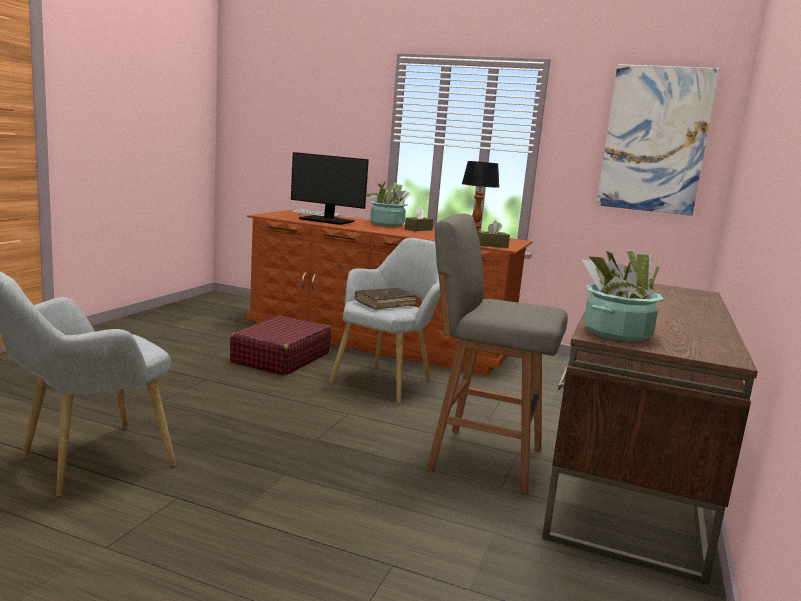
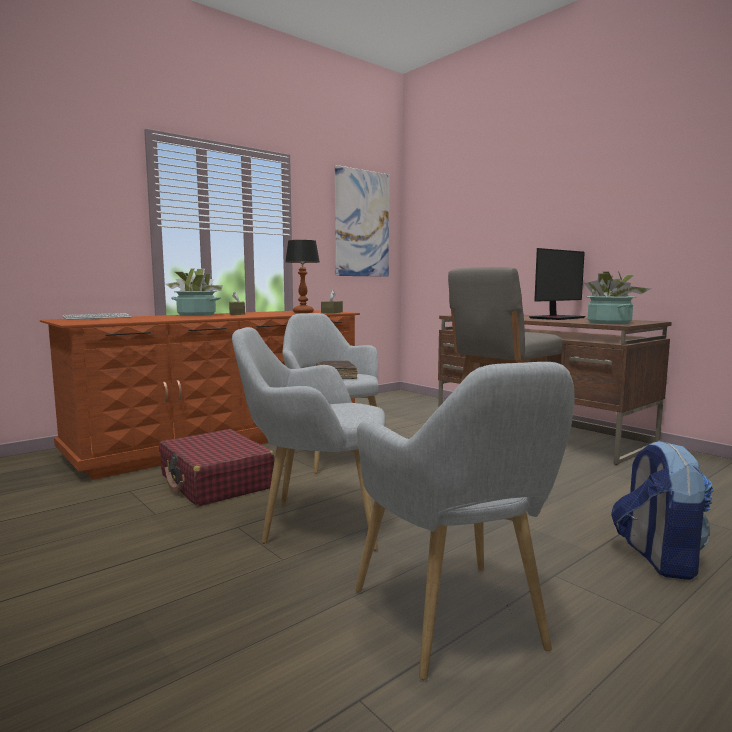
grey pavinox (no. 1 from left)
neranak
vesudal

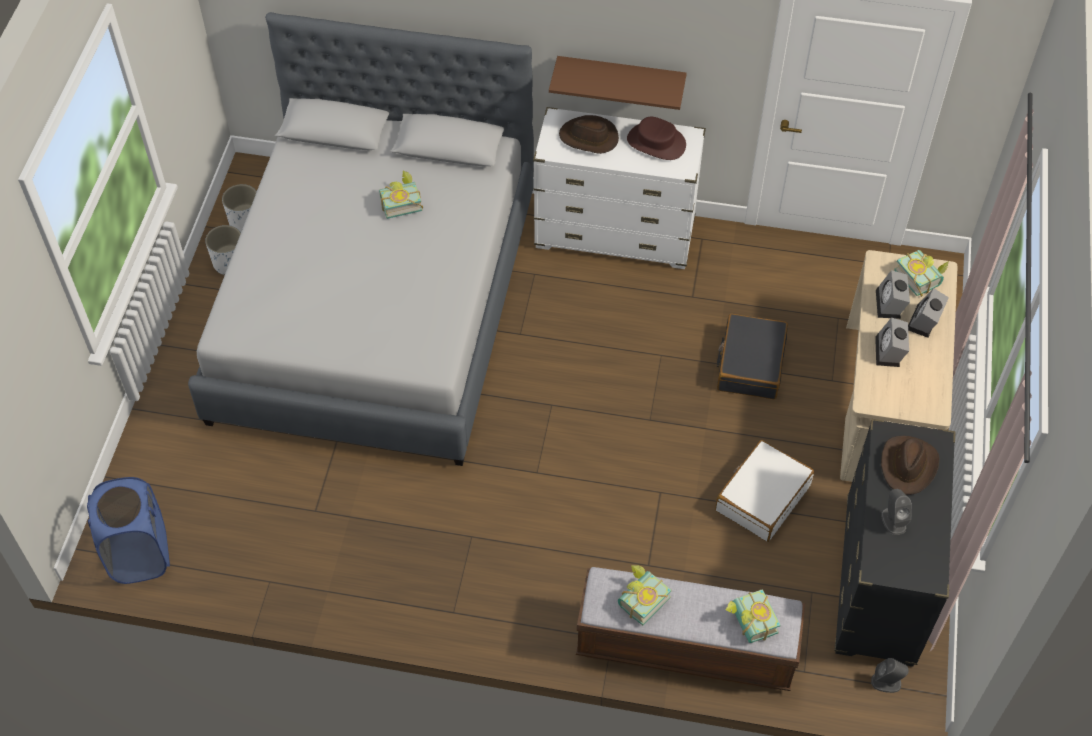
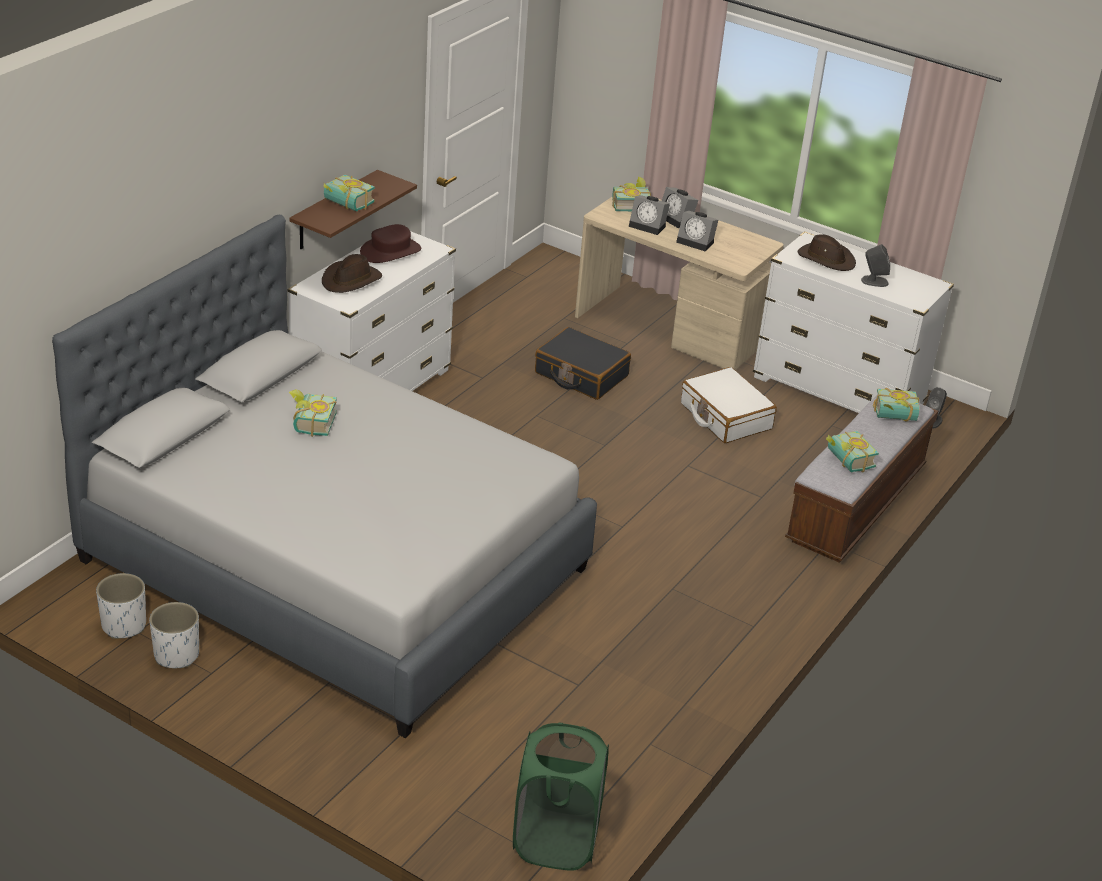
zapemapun (no. 2 from left)
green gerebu
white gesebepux (no. 2 from left)

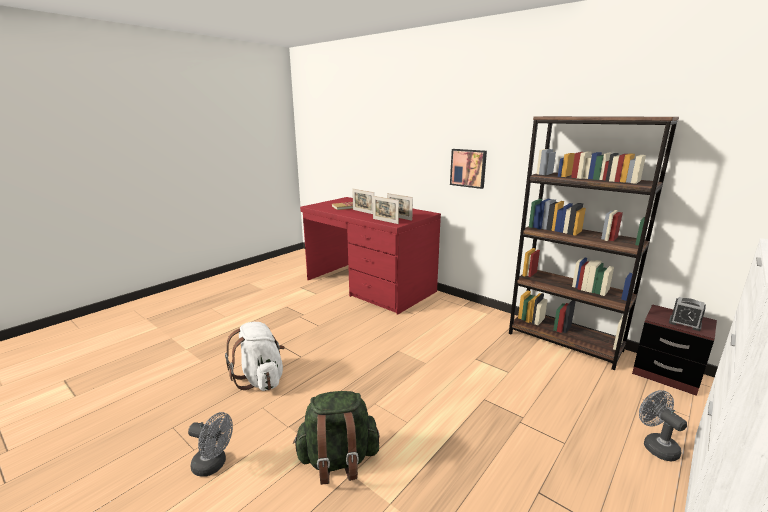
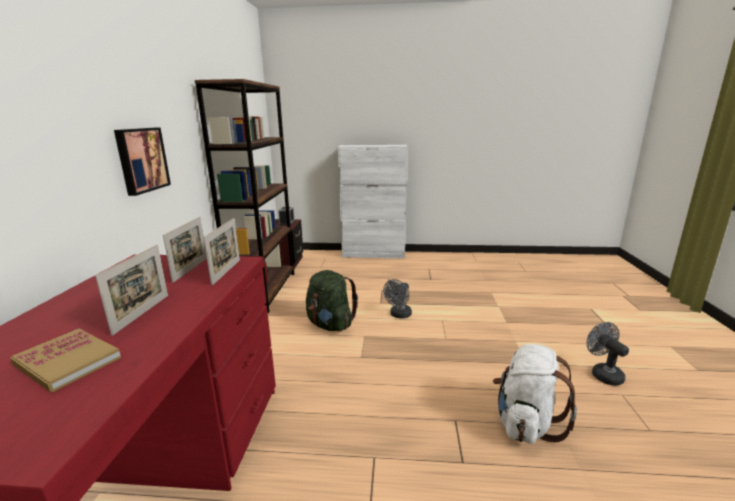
green vesudal
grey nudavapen (no. 1 from left)

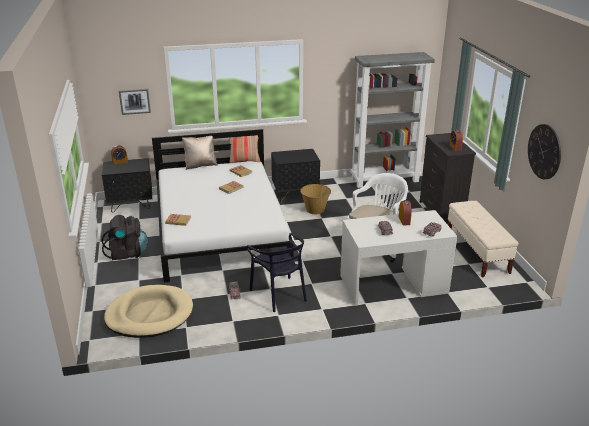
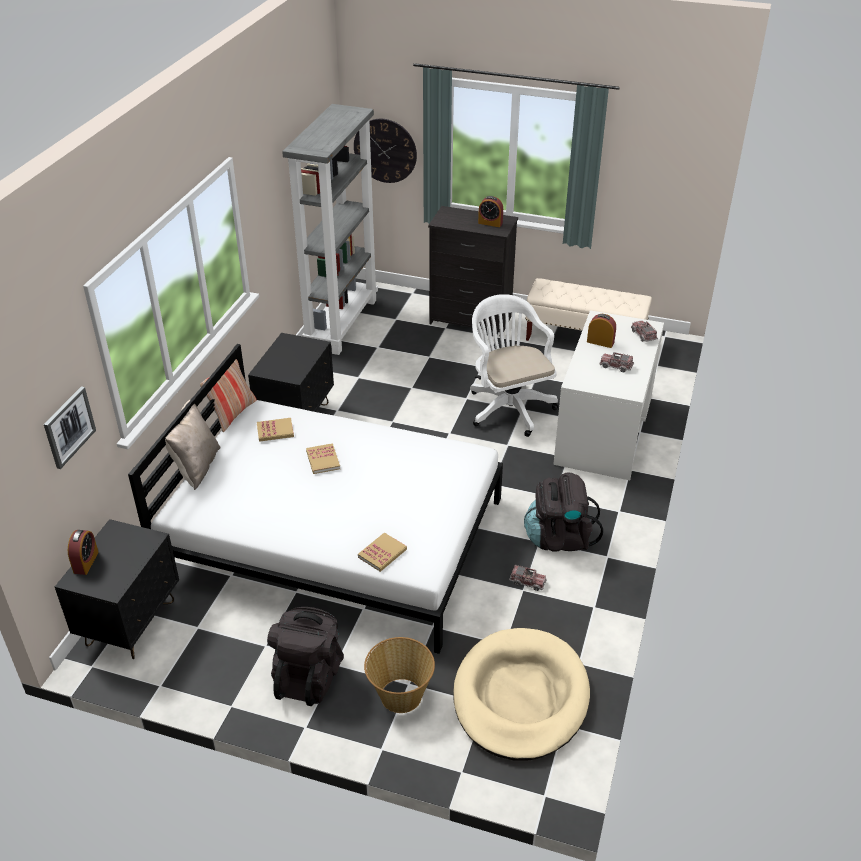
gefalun
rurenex
black vesudal (no. 2 from left)

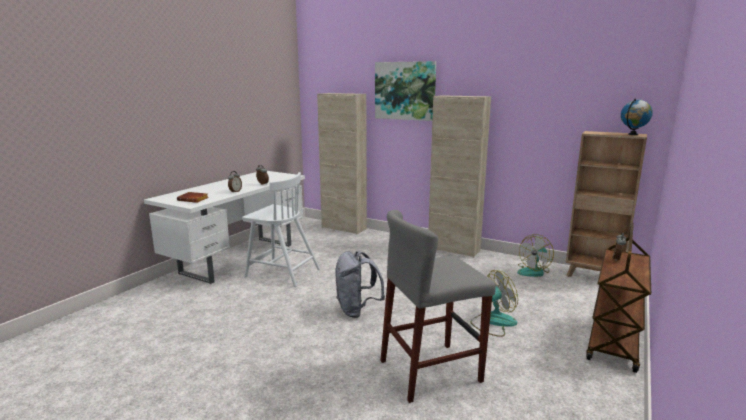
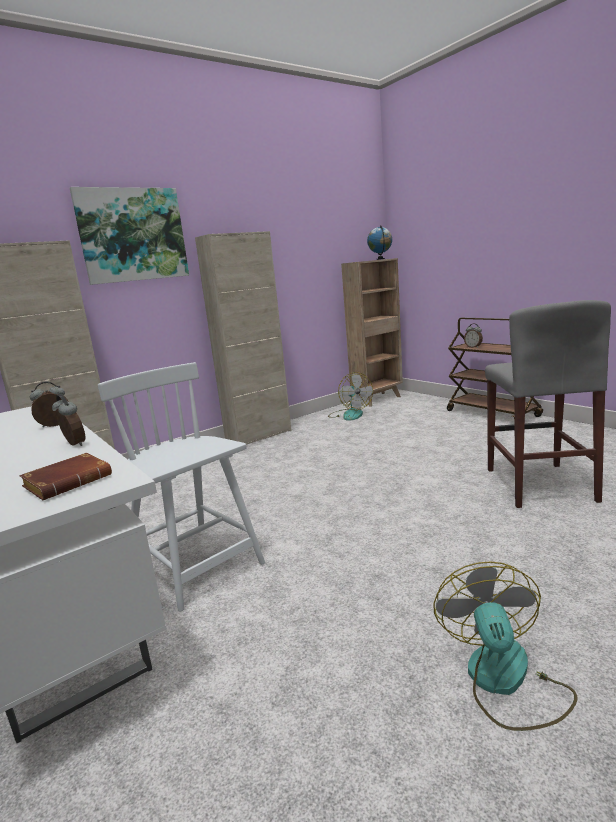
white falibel
nudavapen (no. 2 from left)
grey vesudal

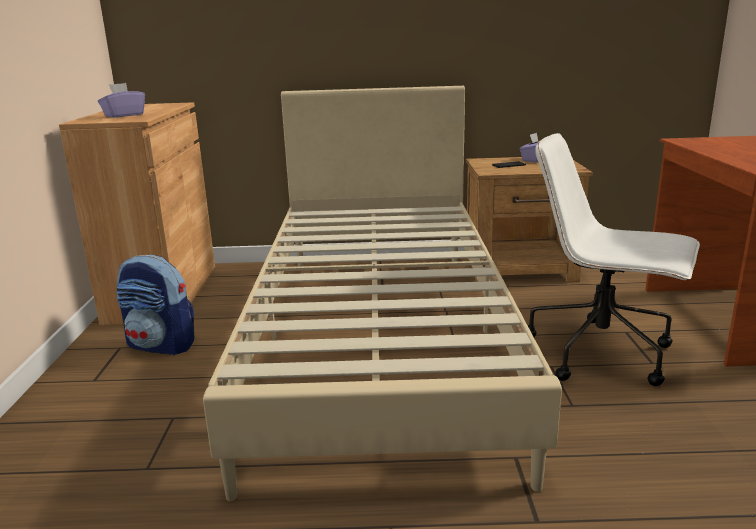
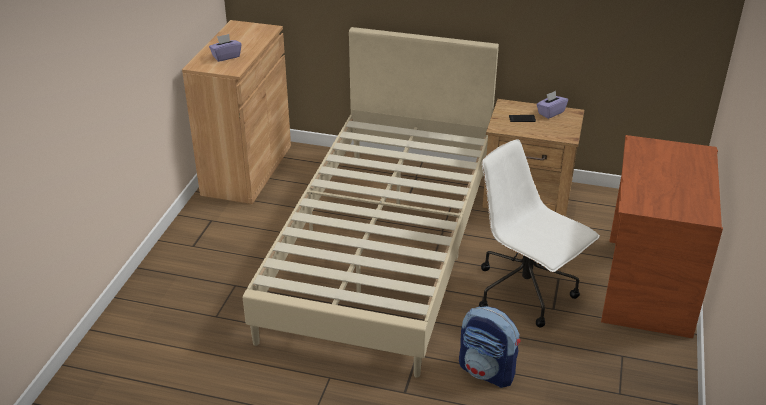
vesudal

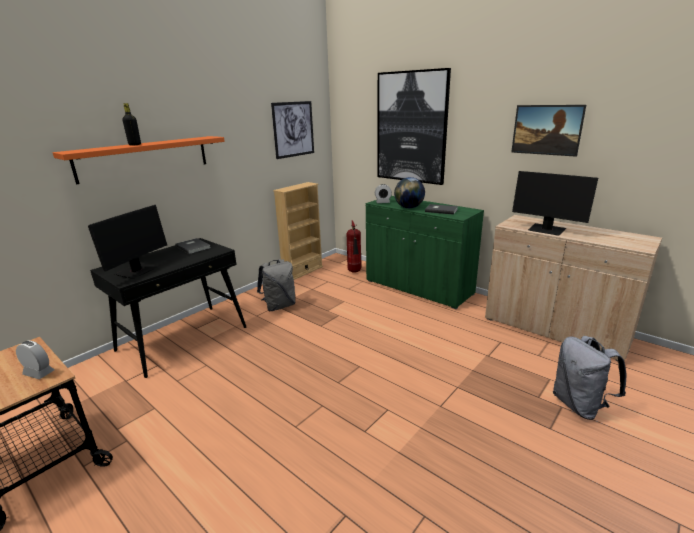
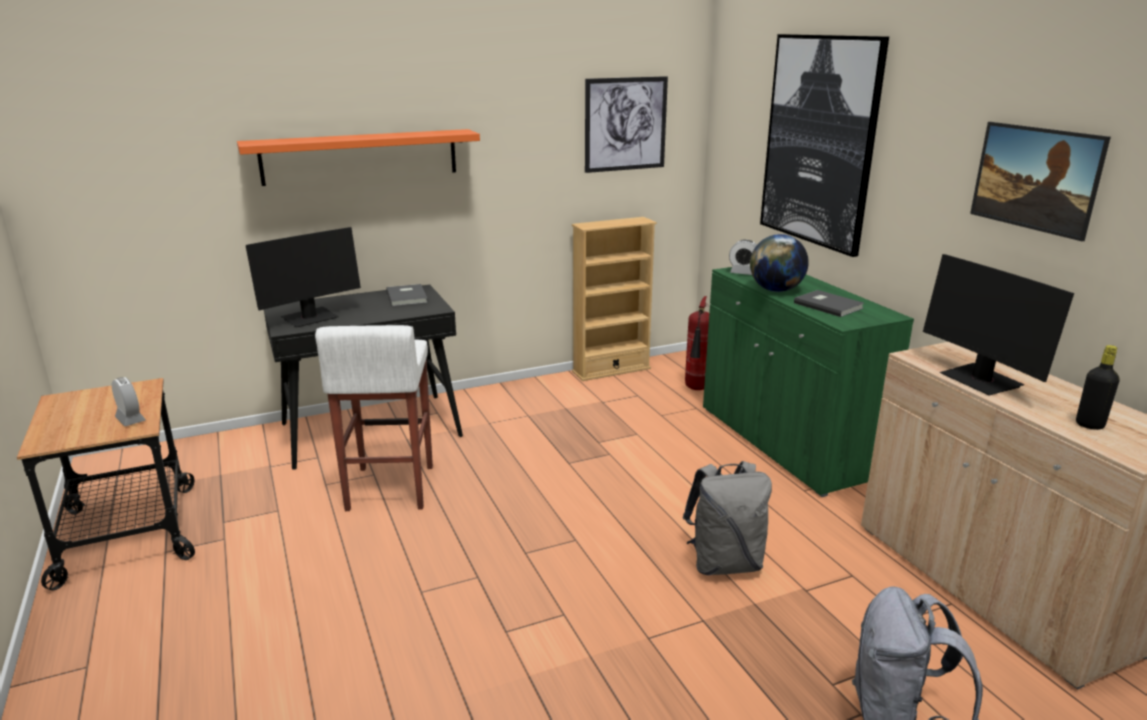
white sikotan
grey vesudal (no. 1 from left)
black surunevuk

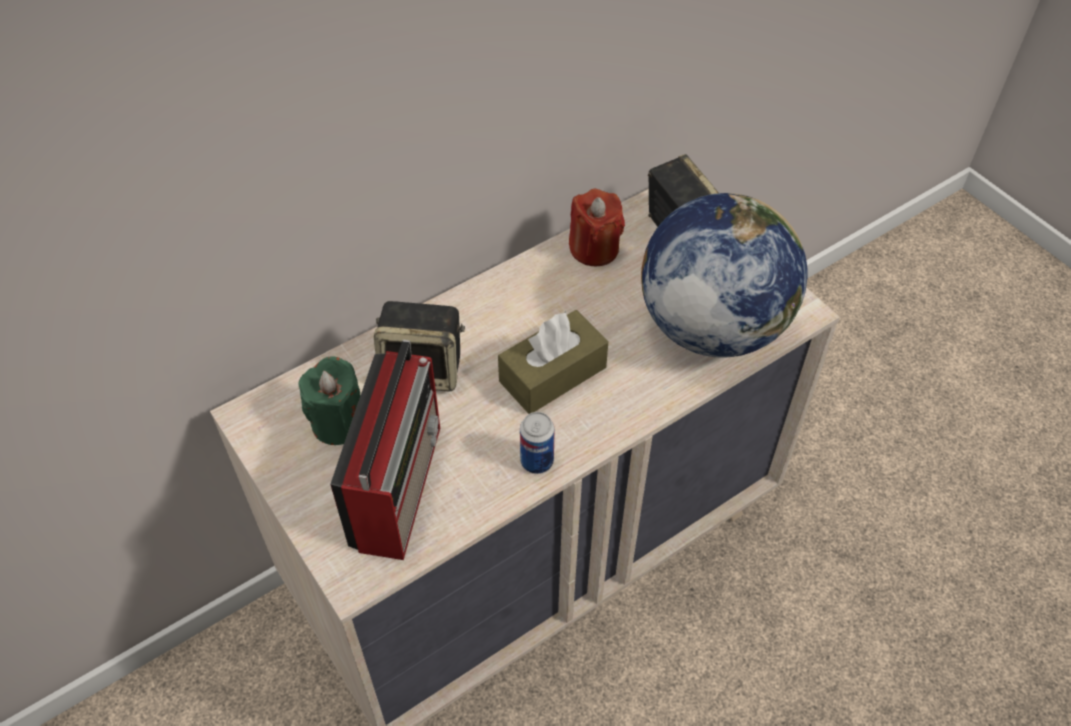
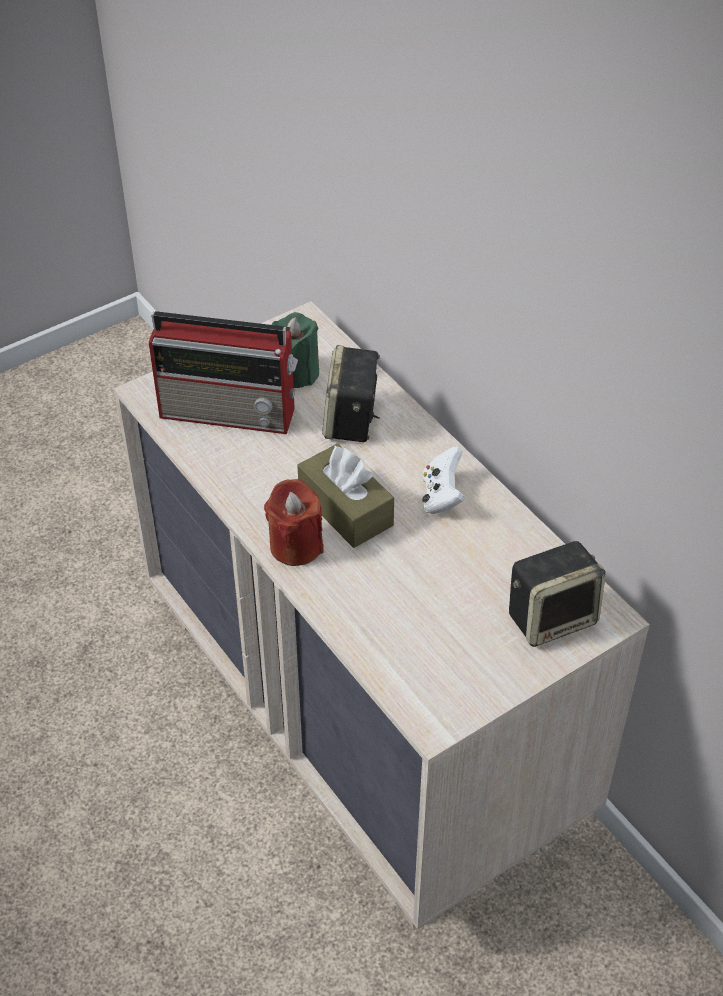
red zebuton
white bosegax
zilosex
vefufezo

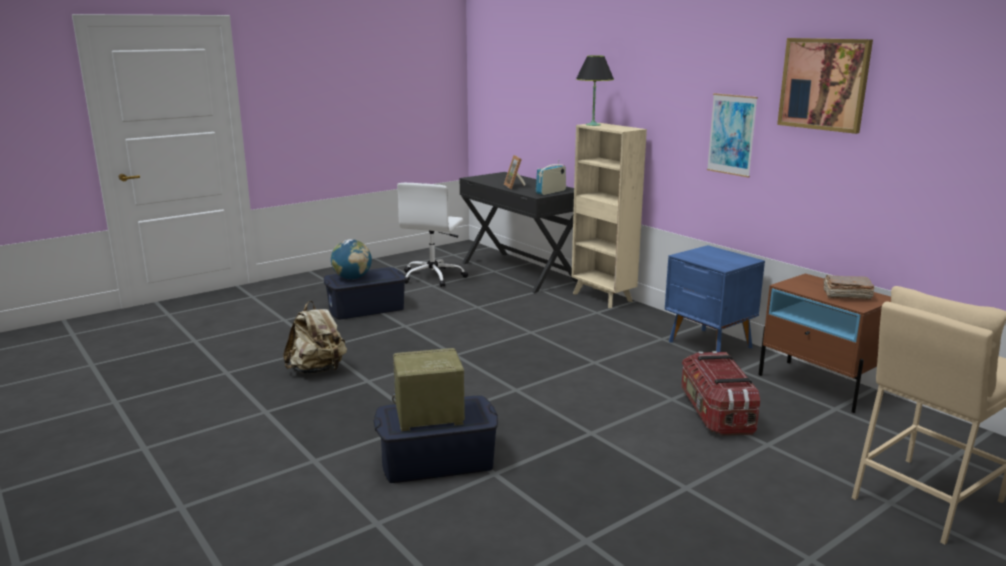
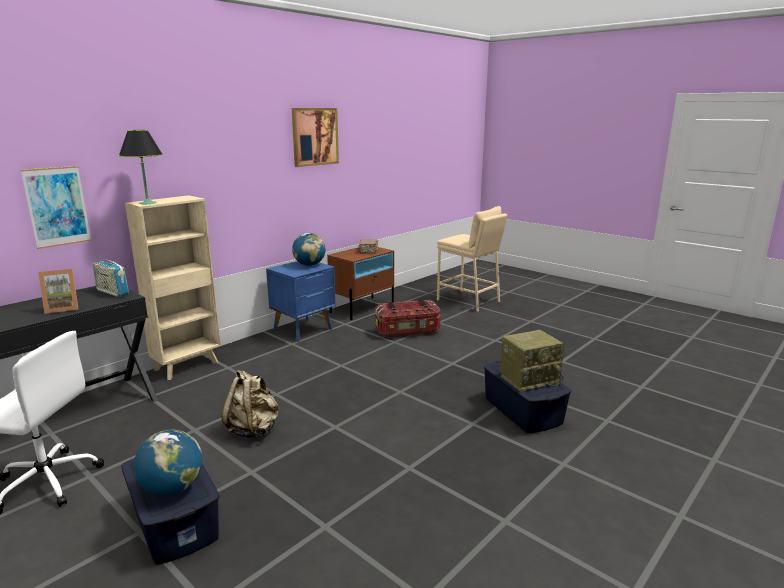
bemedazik (no. 1 from left)
beige vesudal
vefufezo (no. 2 from left)
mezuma (no. 2 from left)

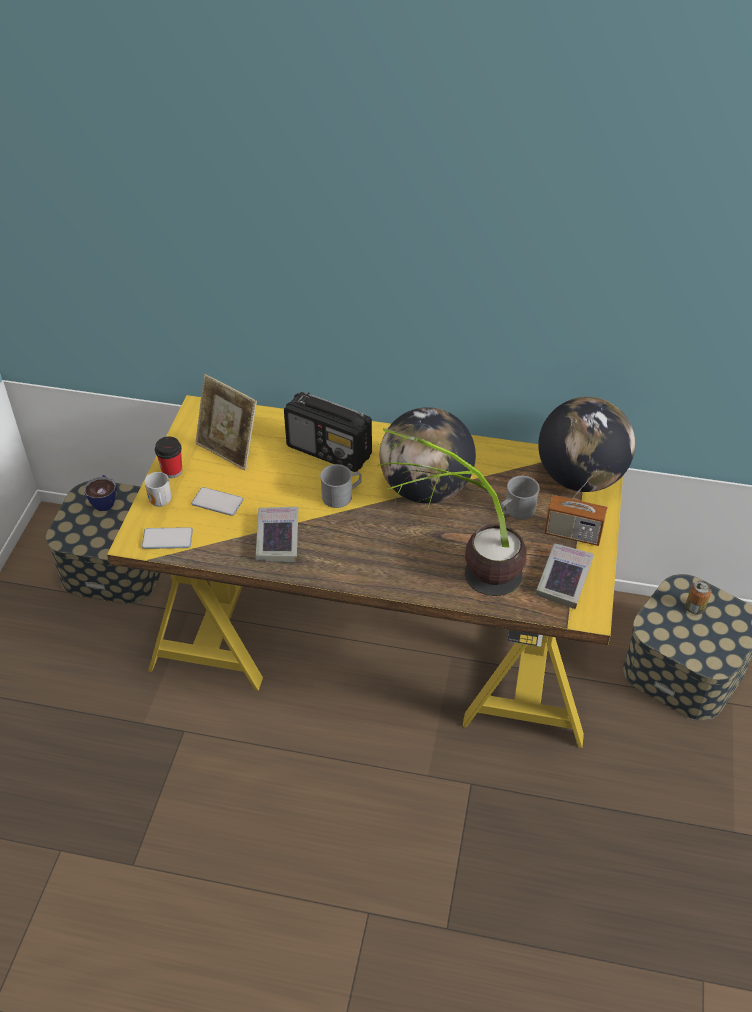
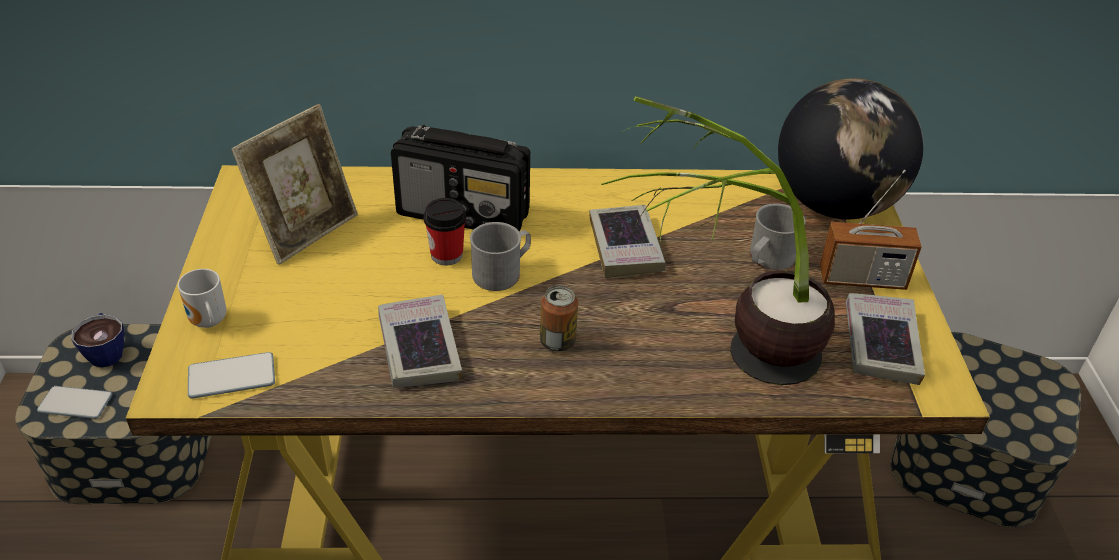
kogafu (no. 1 from left)
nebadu
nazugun (no. 2 from left)
zilosex
zapemapun (no. 2 from left)

